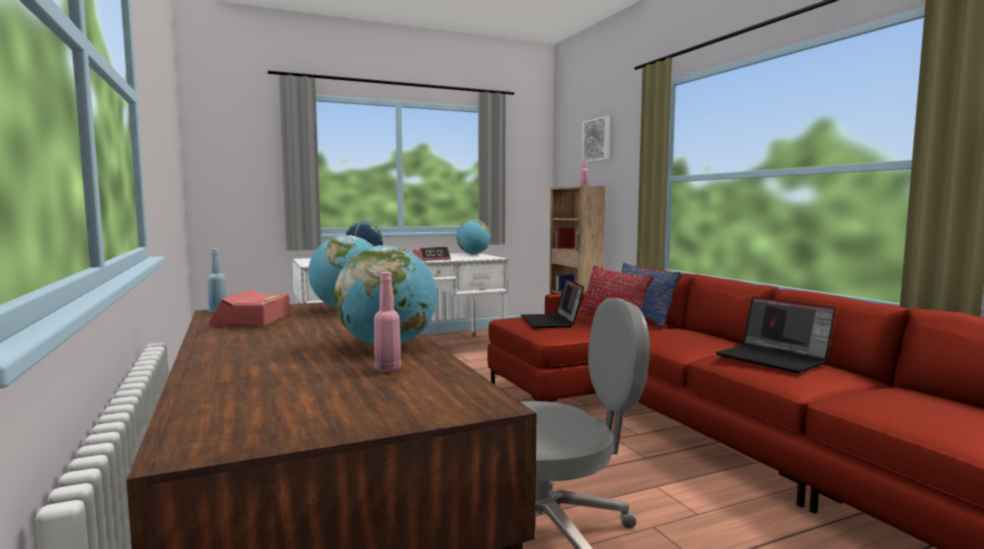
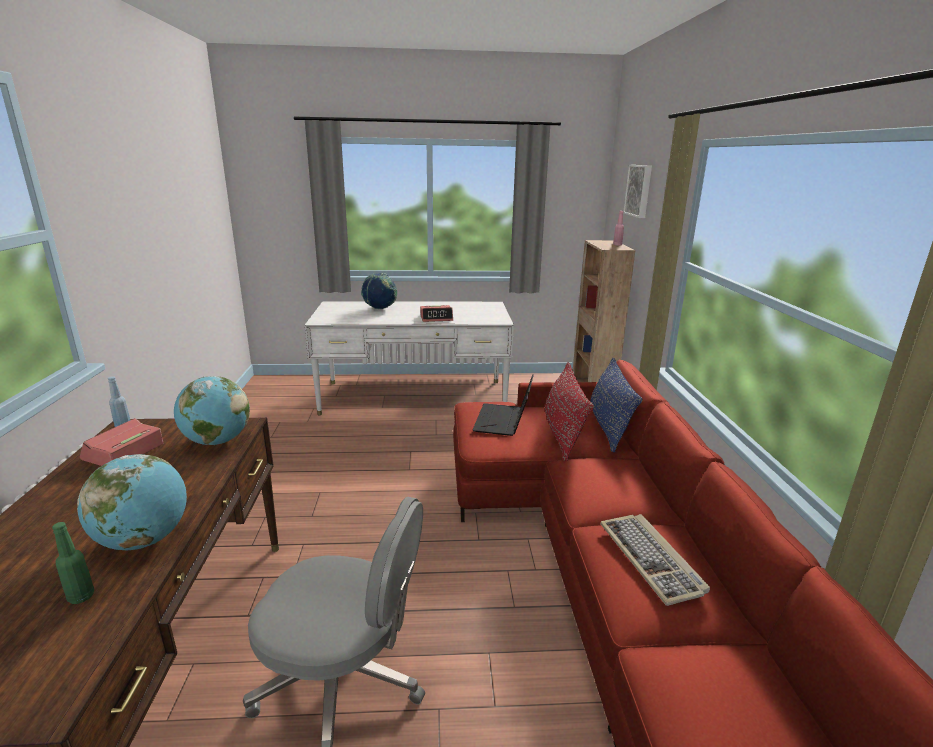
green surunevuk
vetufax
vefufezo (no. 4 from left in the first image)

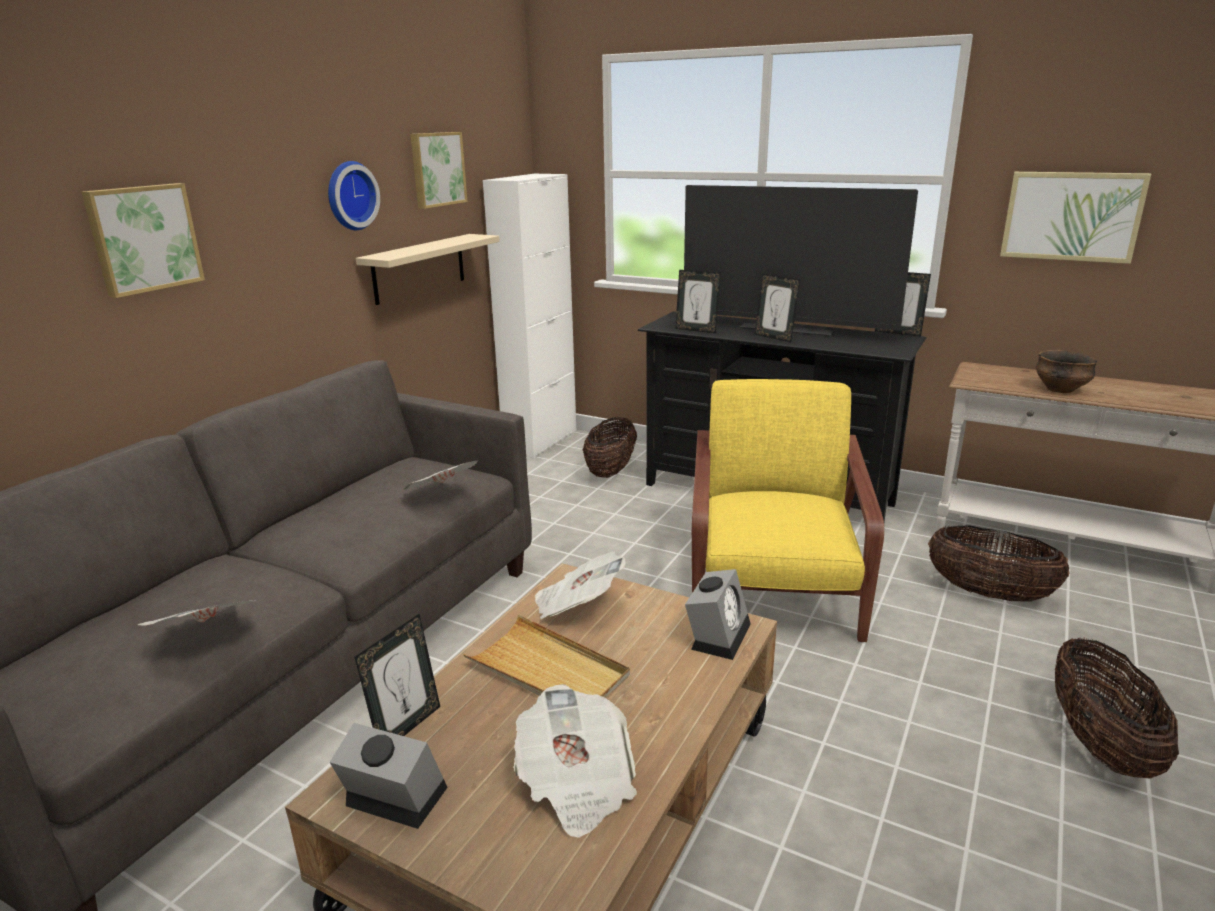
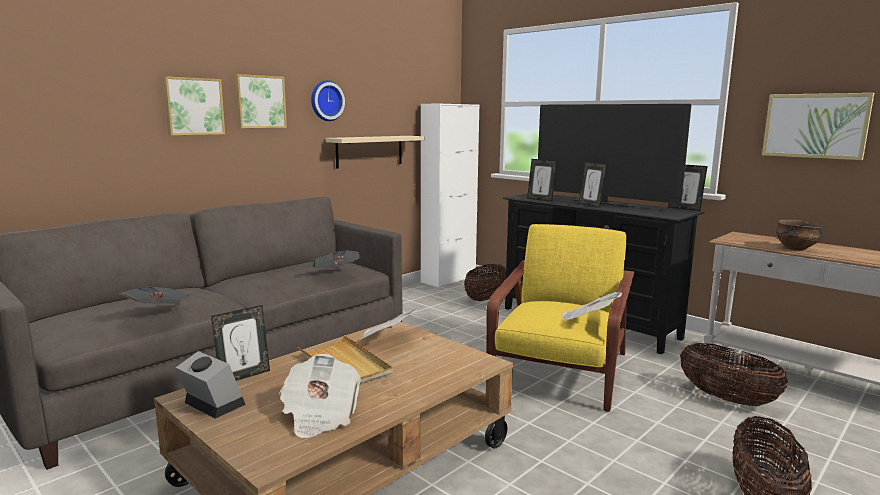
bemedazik (no. 2 from left)
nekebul (no. 5 from left)
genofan (no. 2 from left in the first image)

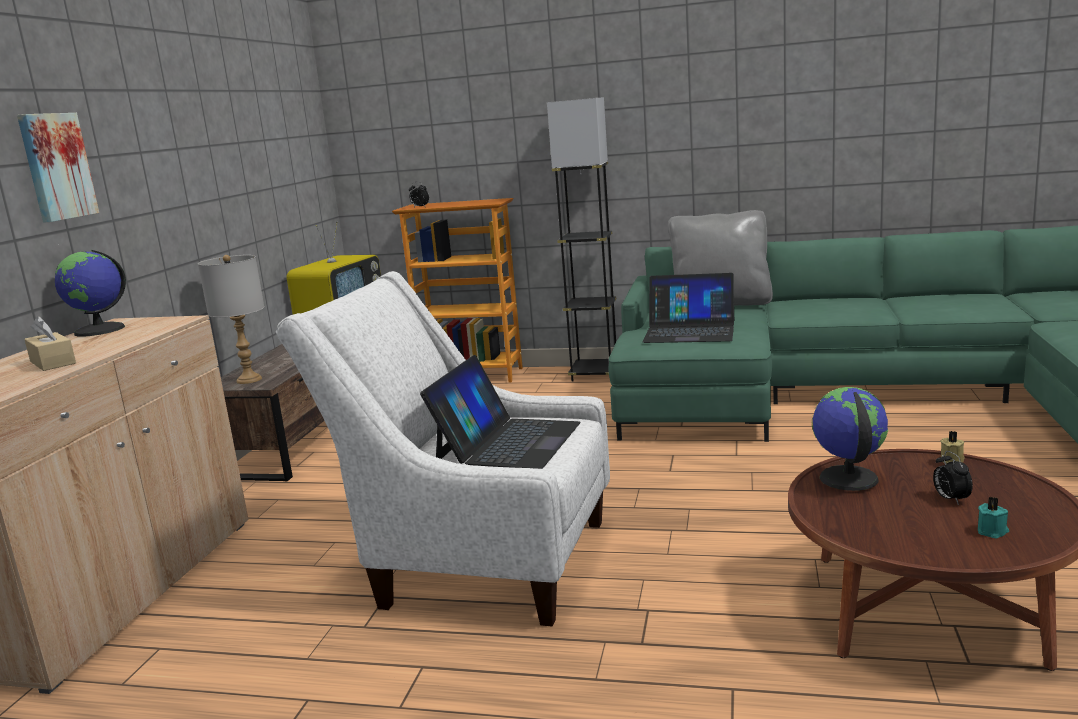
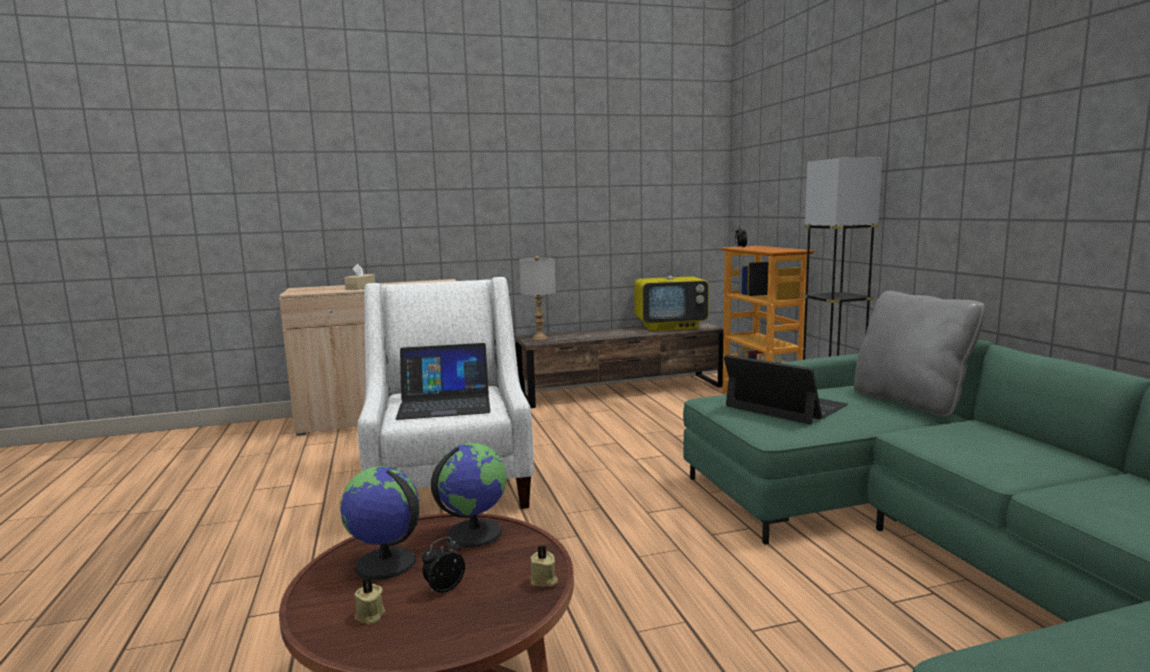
vefufezo (no. 1 from left)
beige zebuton (no. 1 from left)
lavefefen (no. 2 from left)
bemedazik

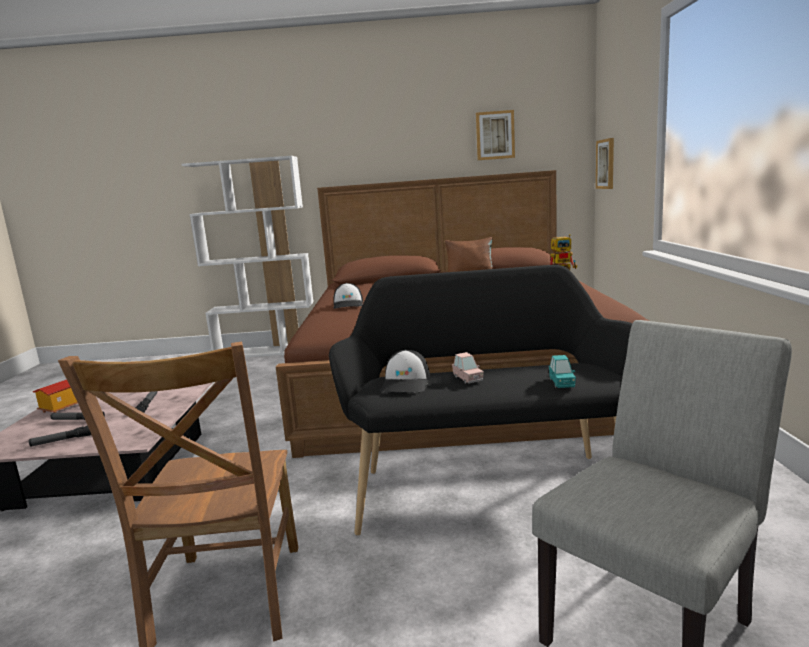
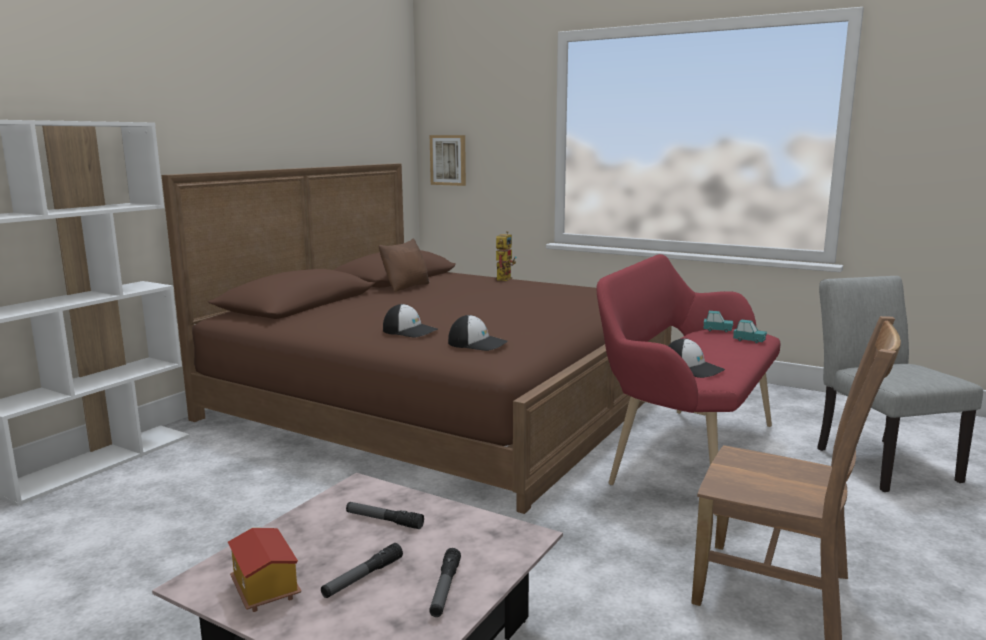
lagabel (no. 2 from left)
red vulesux
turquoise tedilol (no. 1 from left)
pink tedilol
bemedazik (no. 1 from left in the first image)

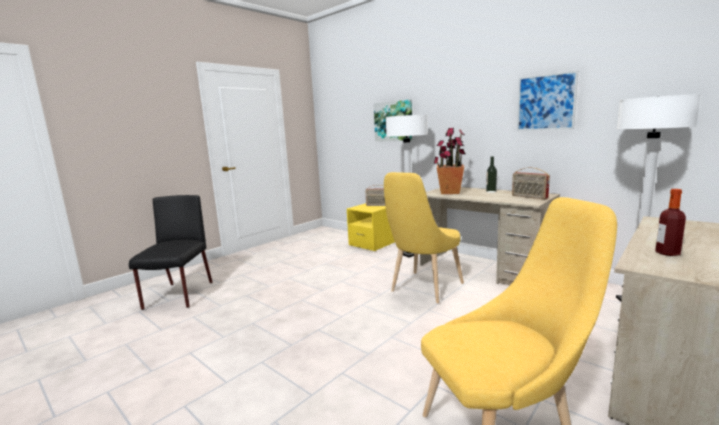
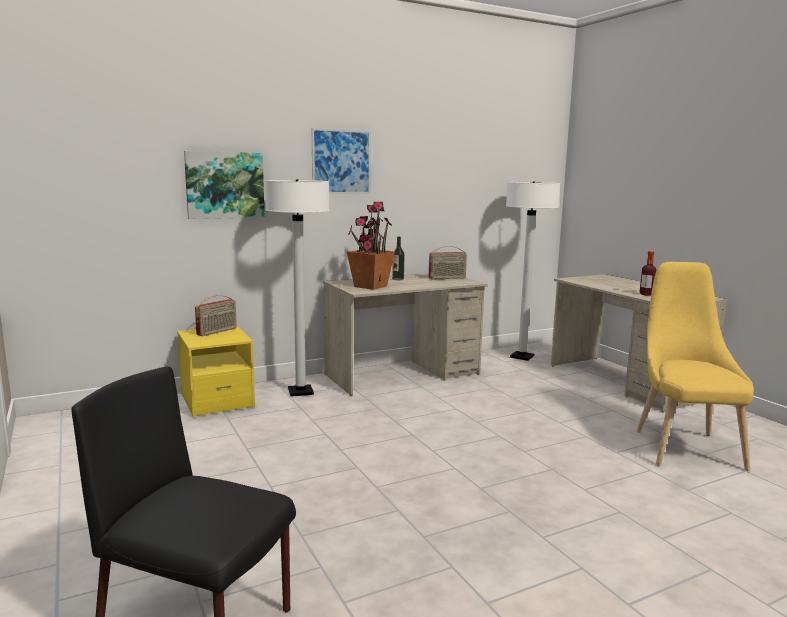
bemedazik (no. 2 from left)
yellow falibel (no. 1 from left in the first image)

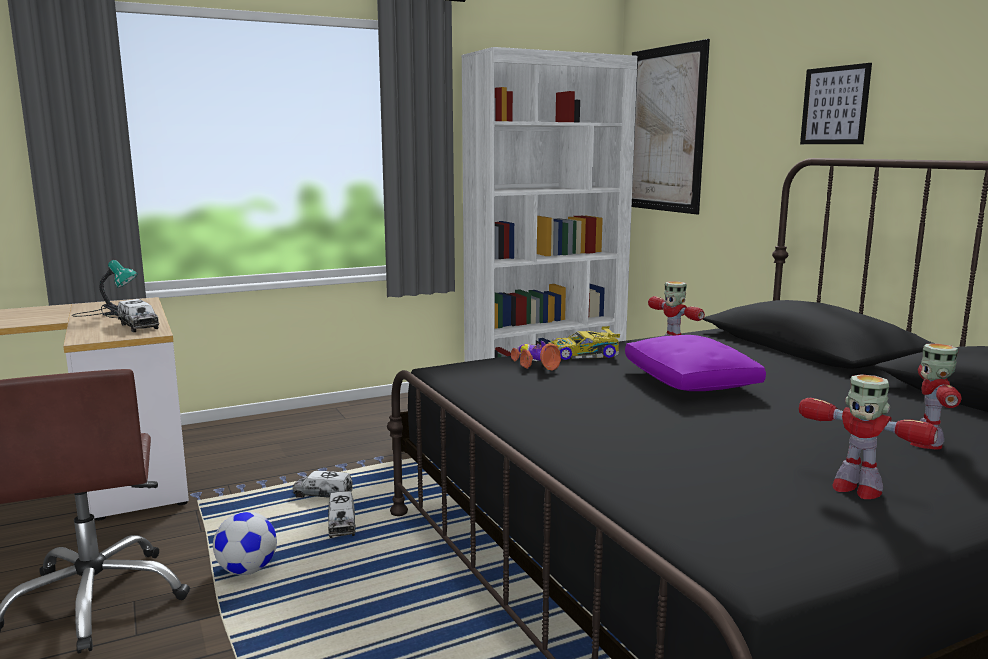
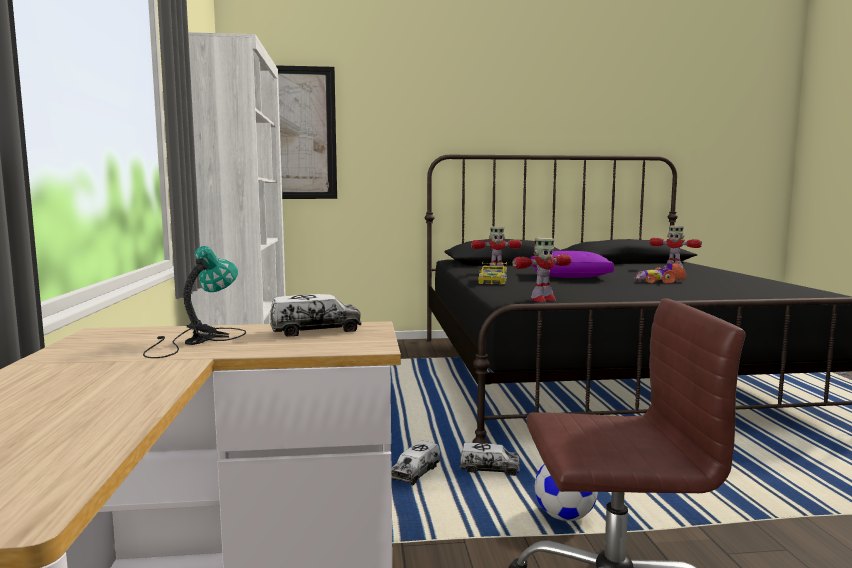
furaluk (no. 2 from left)
tedilol (no. 2 from left)
bemedazik (no. 2 from left in the first image)

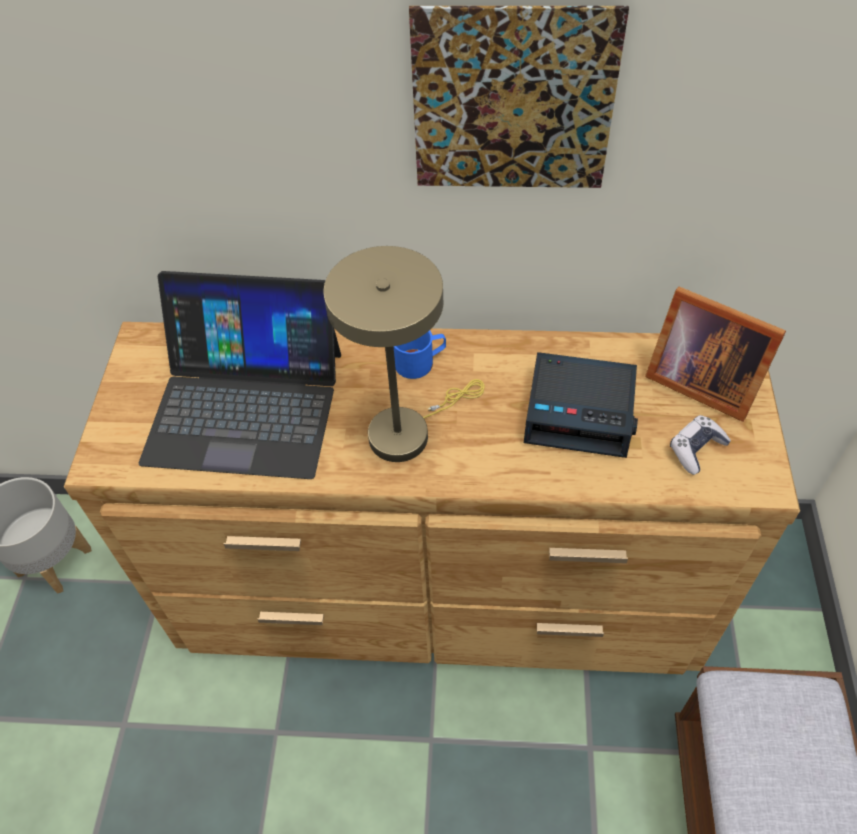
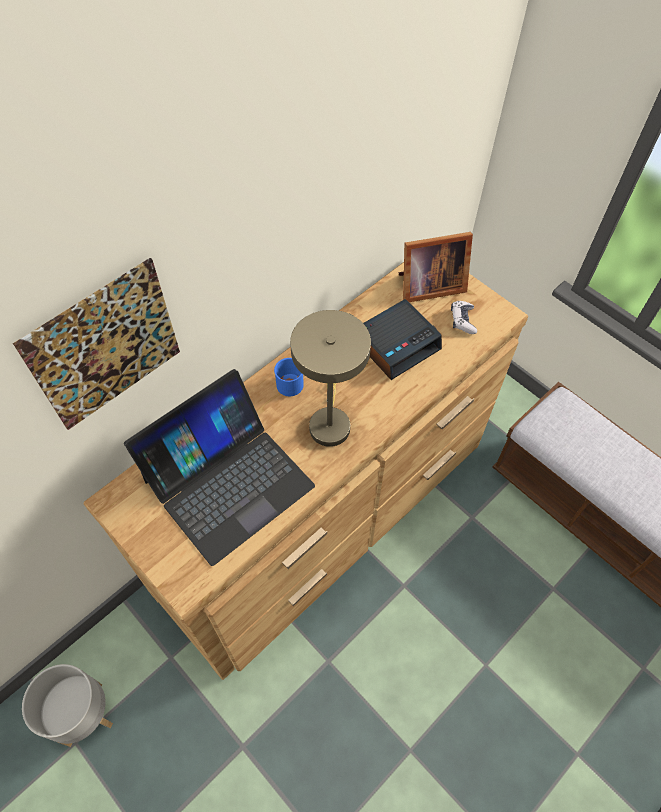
bemedazik

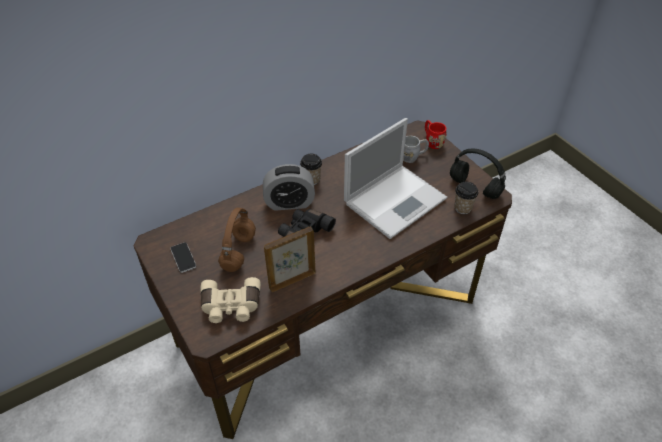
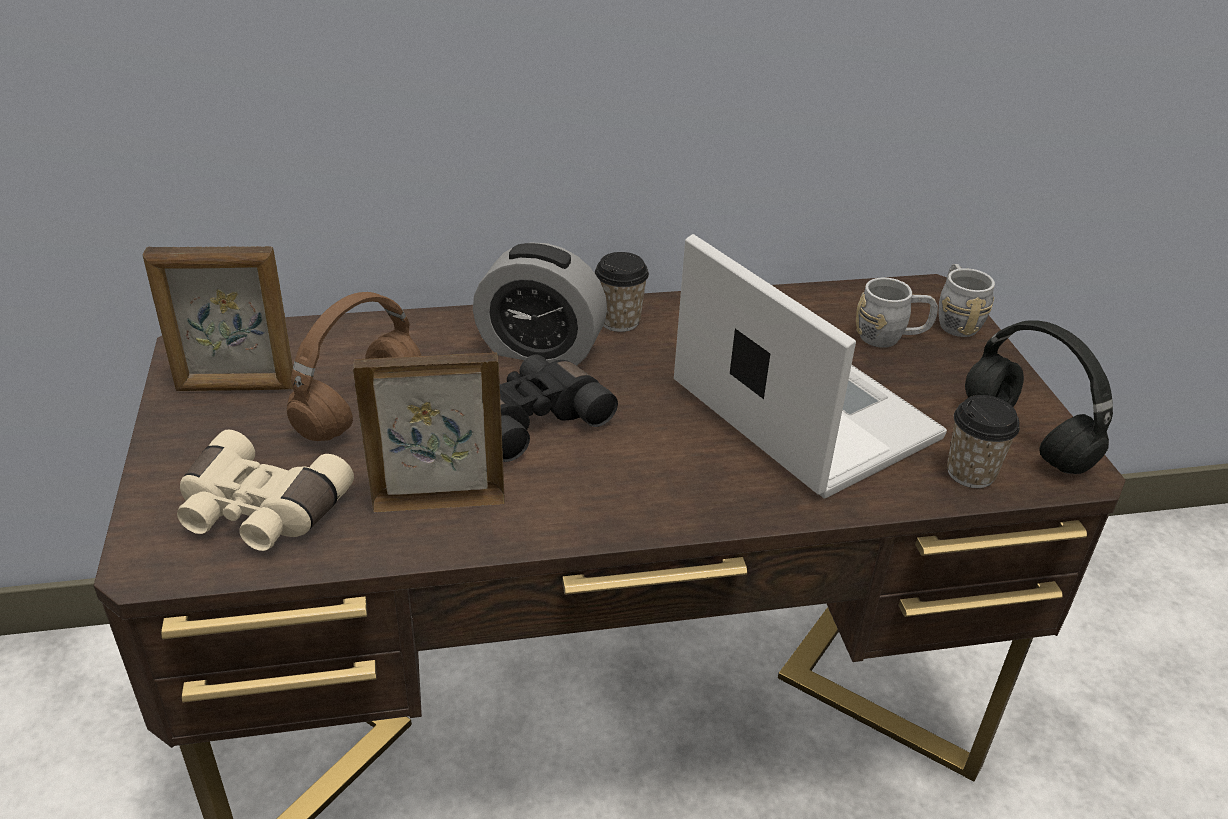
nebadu (no. 1 from left)
lavefefen
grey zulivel (no. 2 from left)

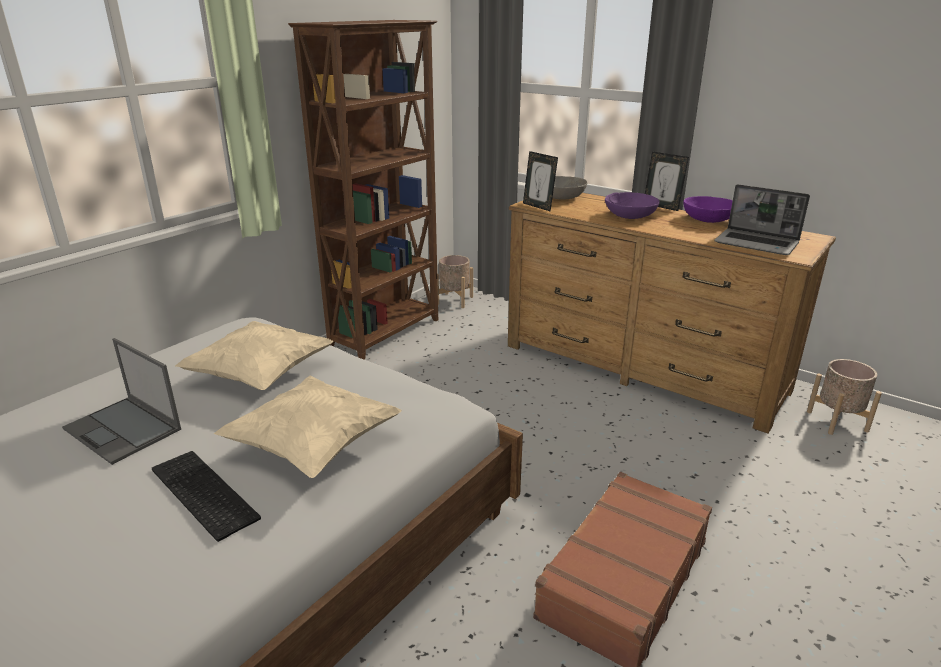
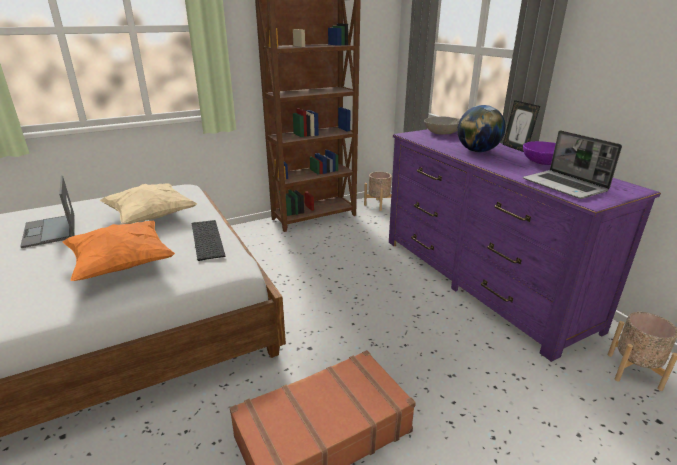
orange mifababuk
vetufax
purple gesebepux
vefufezo
nebadu (no. 1 from left in the first image)

